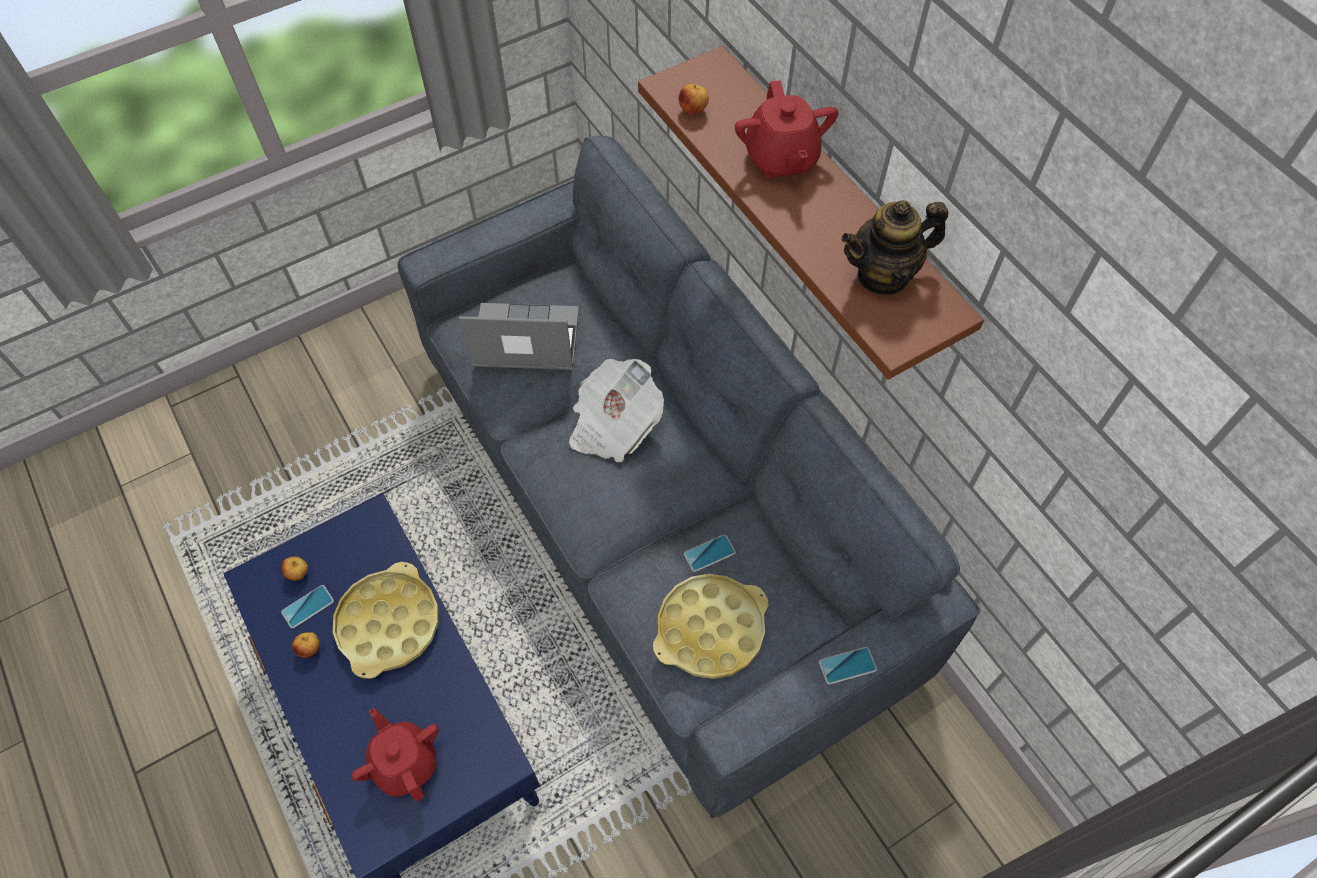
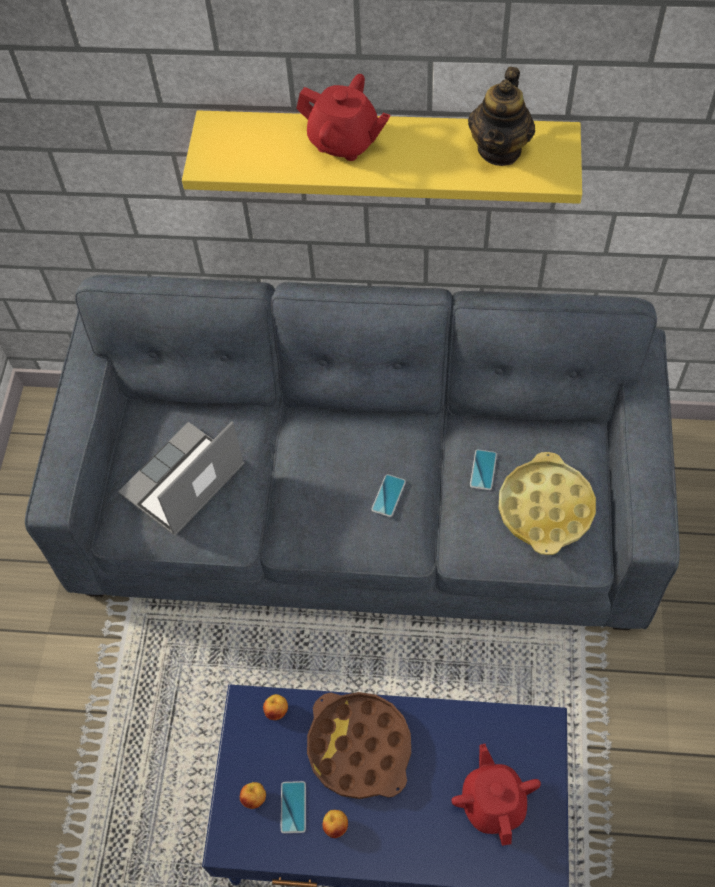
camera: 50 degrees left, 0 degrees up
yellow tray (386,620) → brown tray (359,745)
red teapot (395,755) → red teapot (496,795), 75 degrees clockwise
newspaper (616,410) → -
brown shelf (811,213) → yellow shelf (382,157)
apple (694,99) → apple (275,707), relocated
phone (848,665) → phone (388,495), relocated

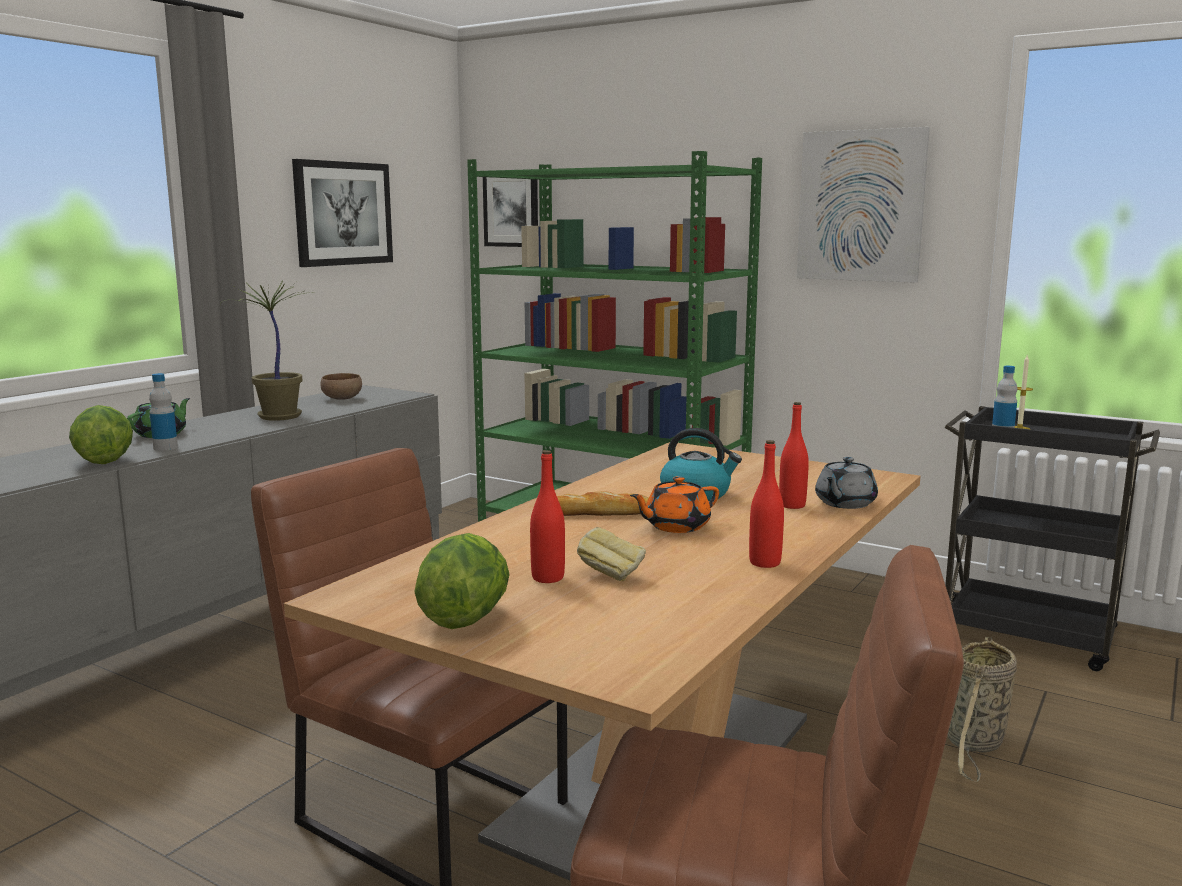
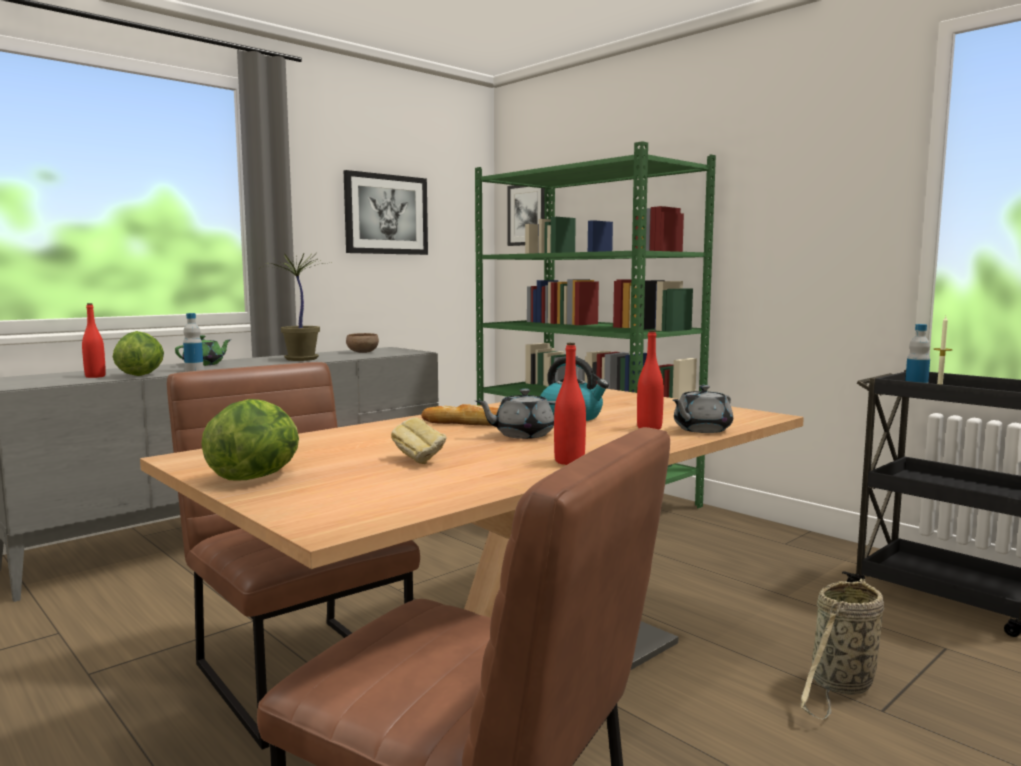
camera: 15 degrees right, 5 degrees down
red bottle (547,516) → red bottle (94,340), relocated
orange teapot (674,504) → grey teapot (515,414)
picture (863,205) → -

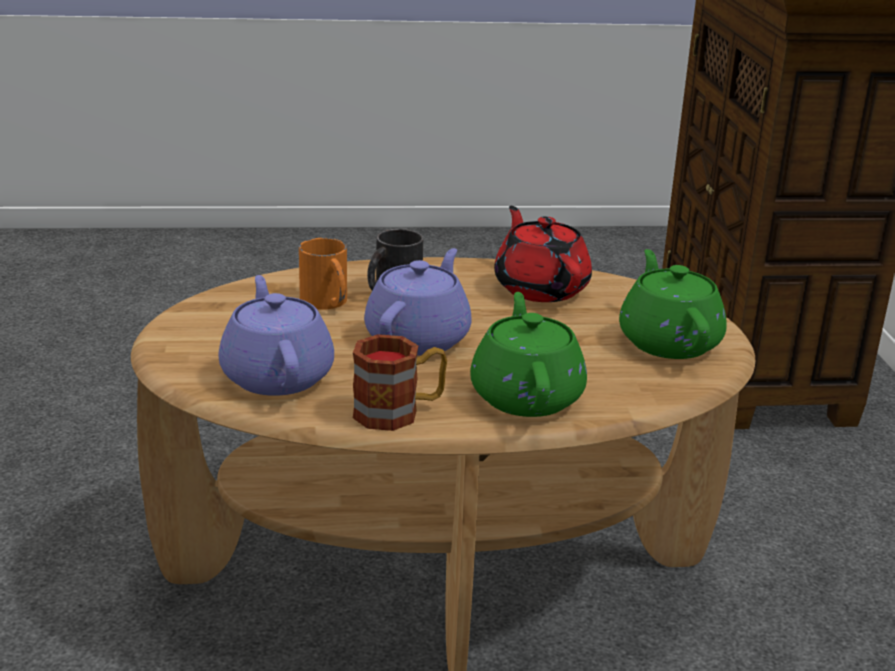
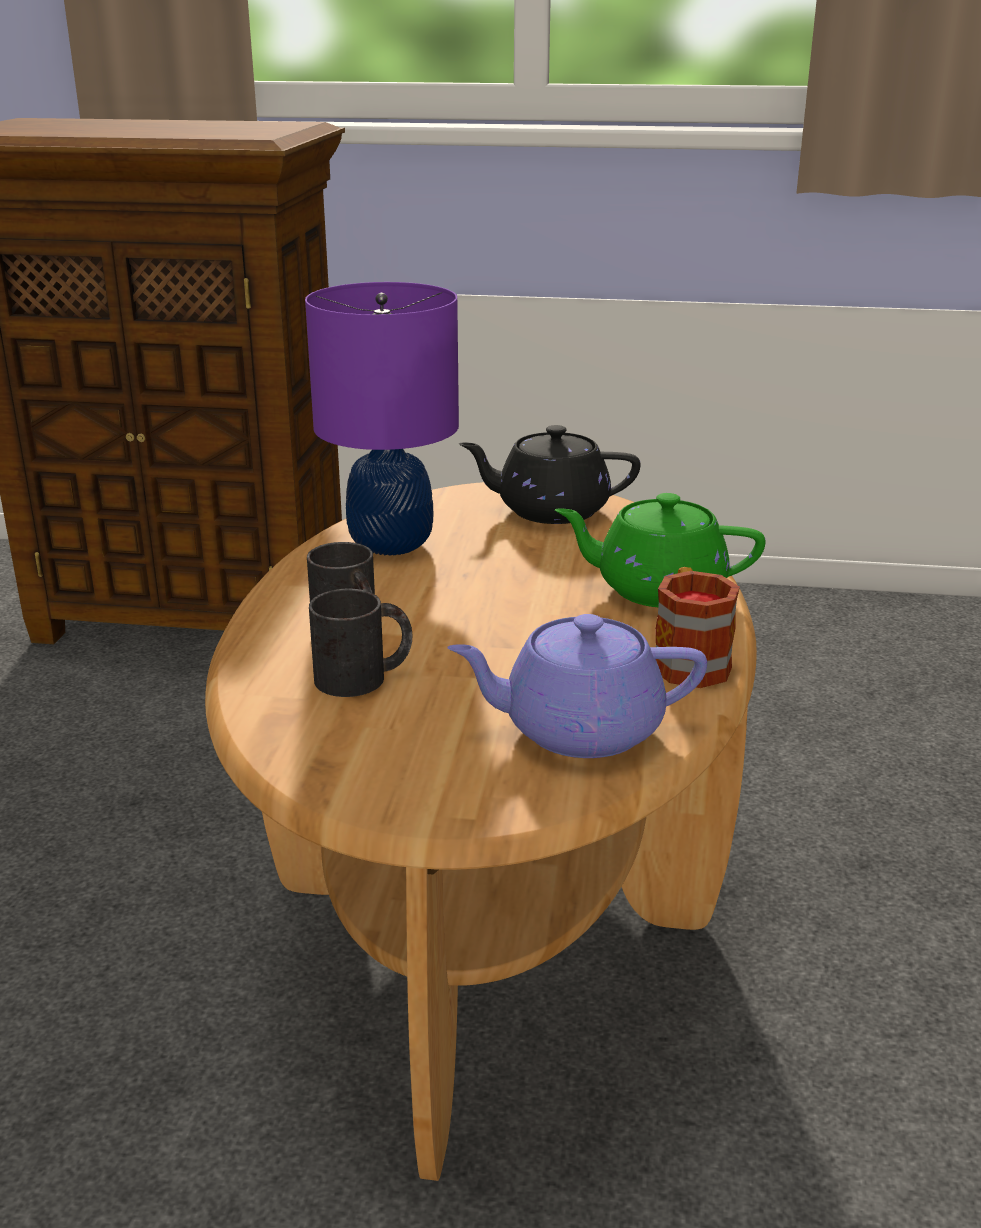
camera: 75 degrees left, 0 degrees up
orange mug (323,273) → black mug (361,643)
purple teapot (417,302) → -
red teapot (543,254) → purple table lamp (382,419)
green teapot (673,304) → black teapot (550,474)

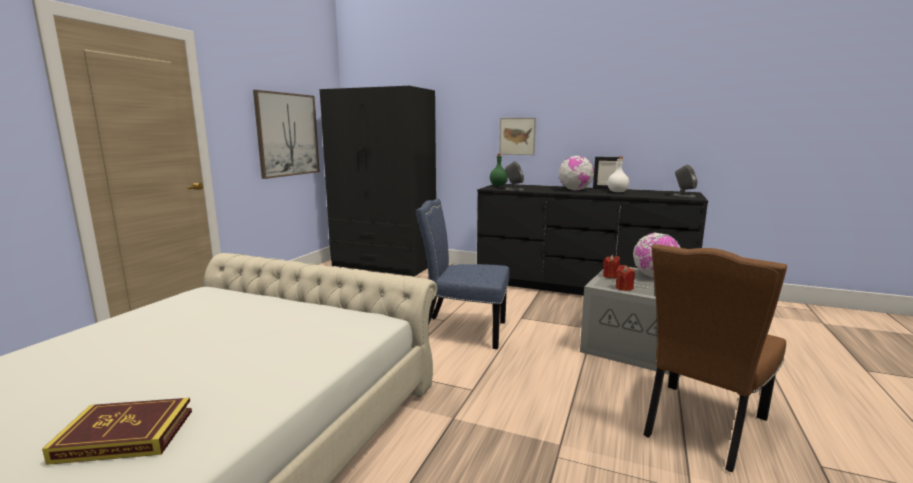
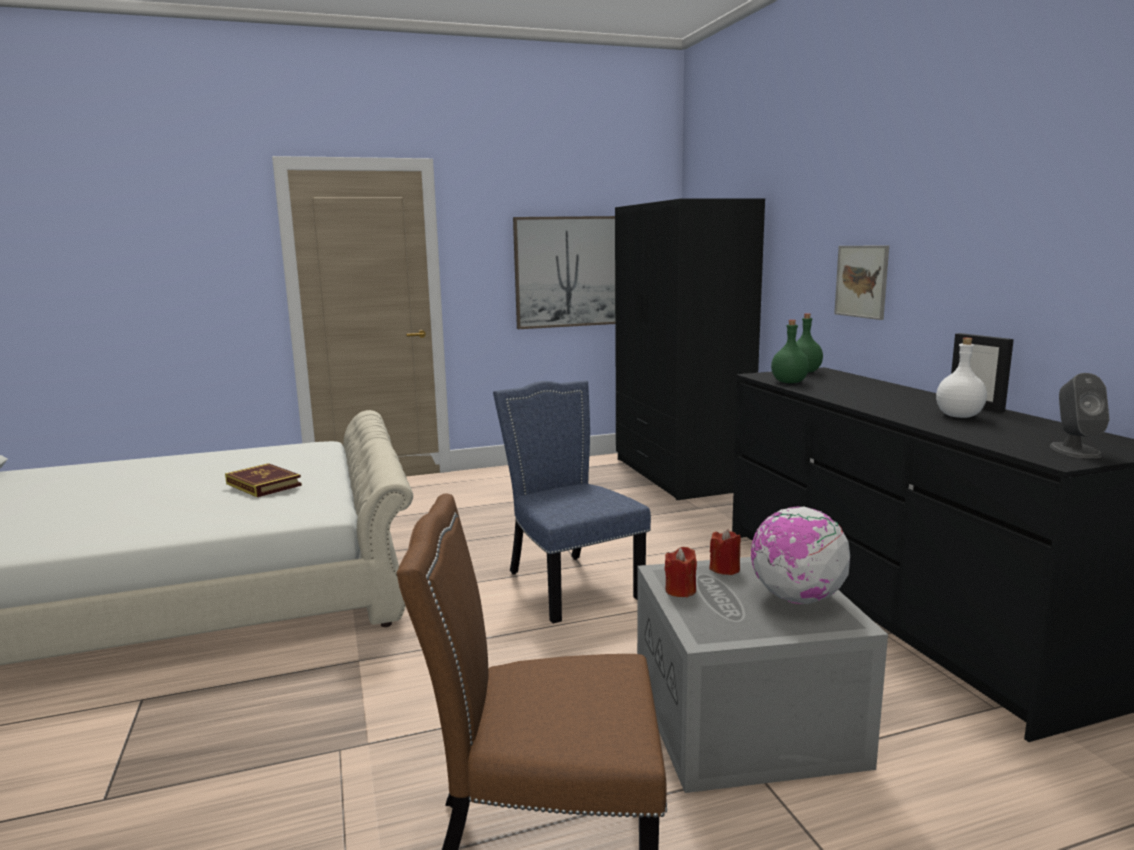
camera: 50 degrees right, 0 degrees up
book (117,431) → book (263,480), relocated
grey speaker (514,176) → green bottle (790,351)
globe (576,173) → -

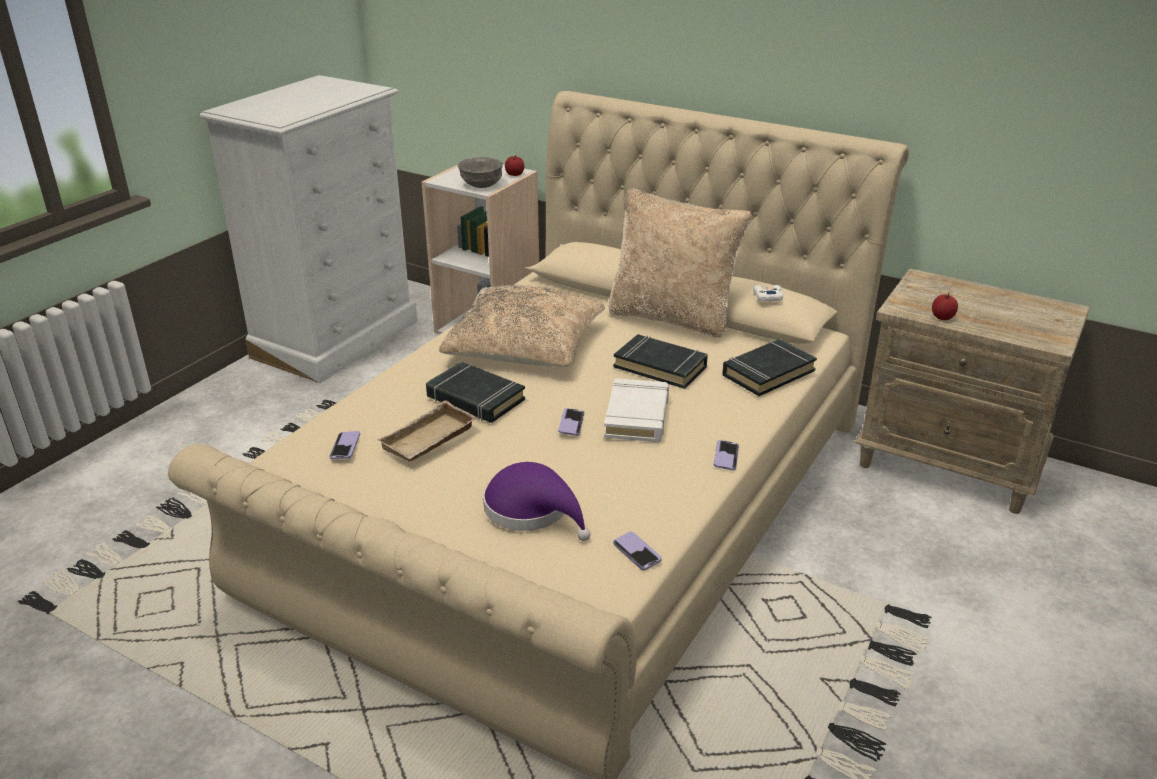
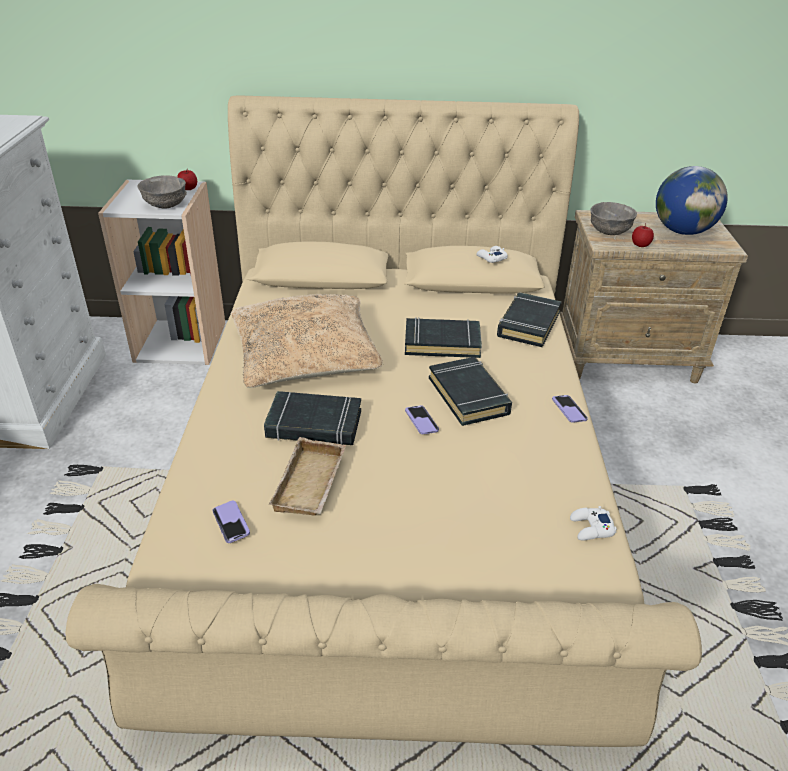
camera: 30 degrees left, 5 degrees up
purple hat (537,501) → -
white book (636,410) → black book (470,391)
beige pillow (680,263) → -
phone (637,551) → white game controller (593,523)
- → grey bowl (614,218)
- → globe (692,200)

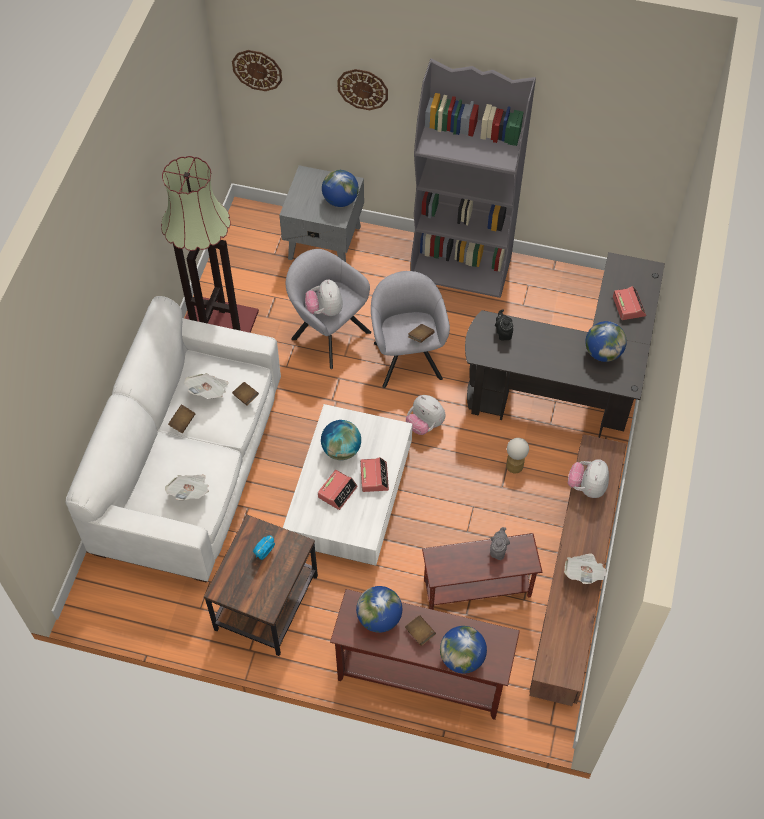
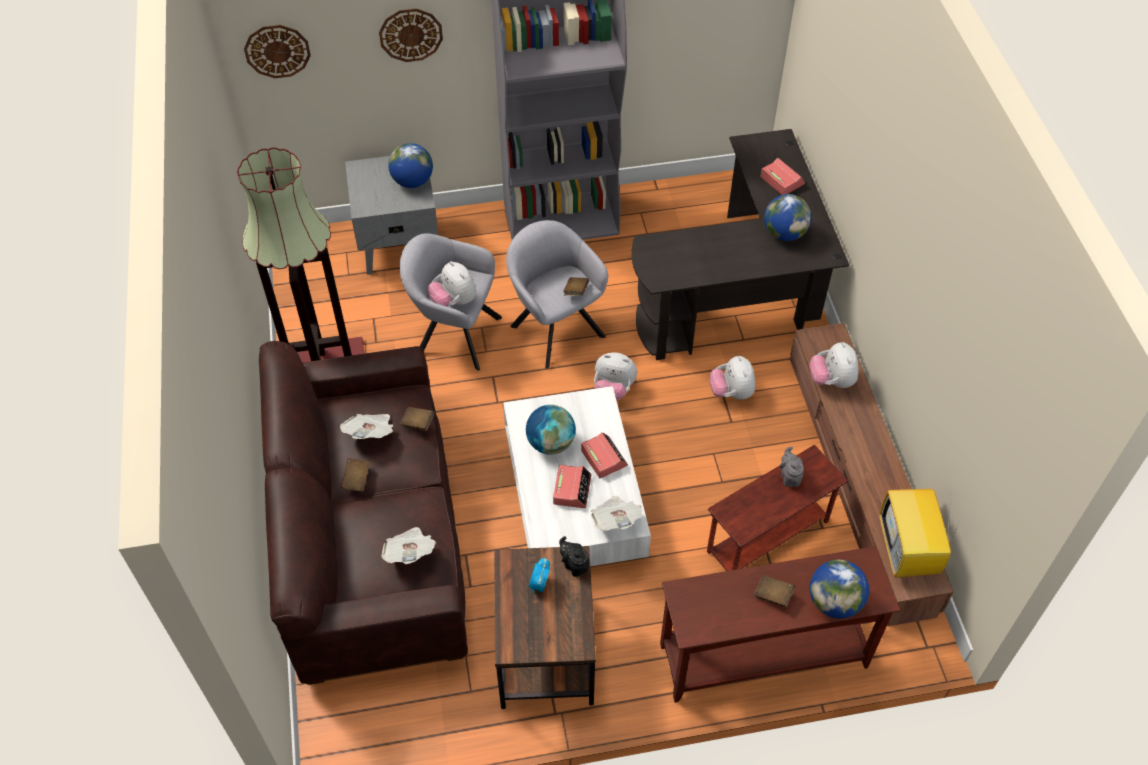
camera: 25 degrees left, 5 degrees down
white sofa (173,439) → brown sofa (363,513)
globe (379,609) → -
black teapot (504,325) → black teapot (574,556), relocated
table lamp (517,456) → plush toy (732,378)
newspaper (585,568) → newspaper (617,513), relocated
- → television (920,533)

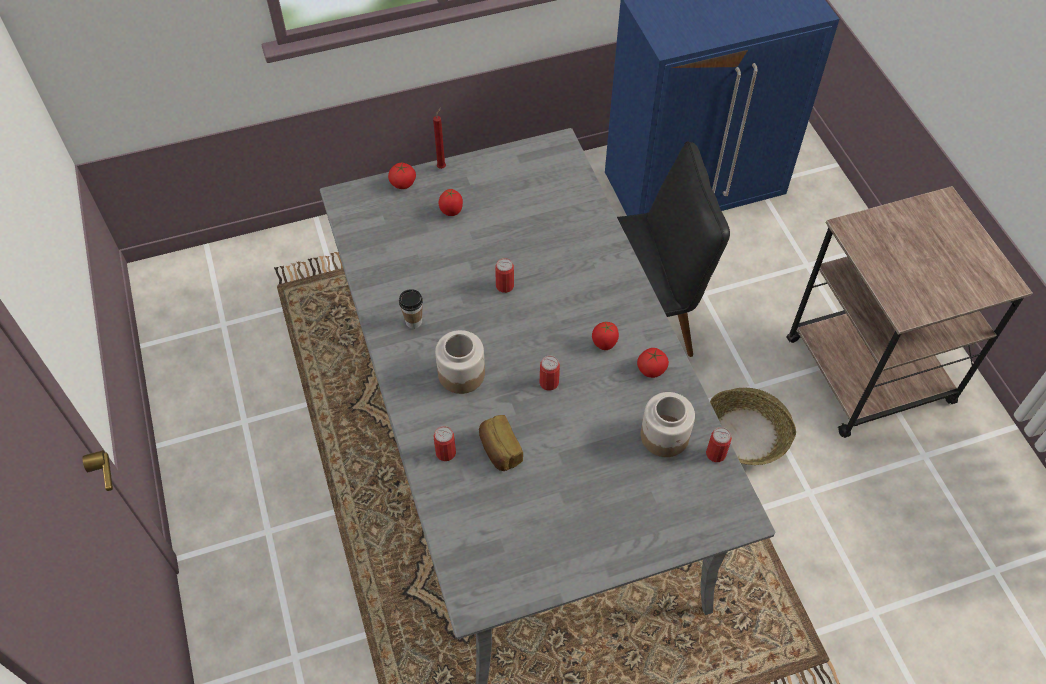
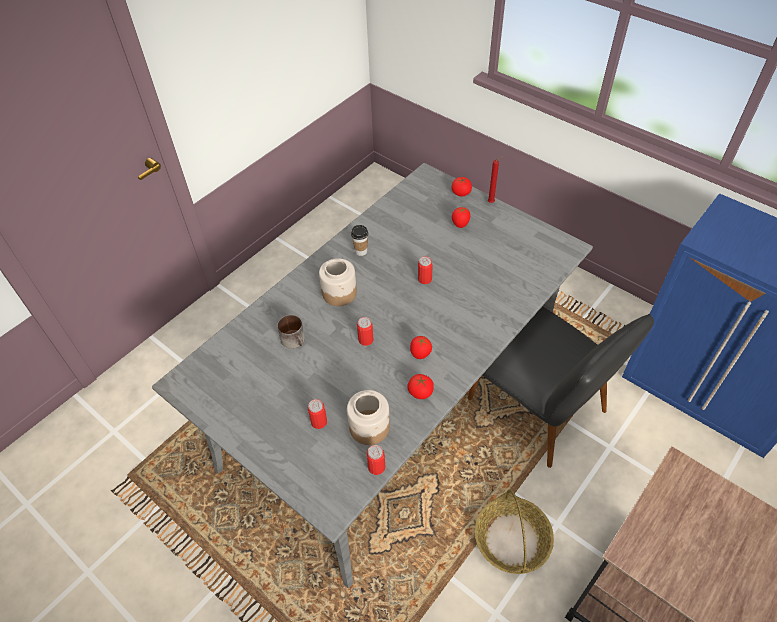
camera: 60 degrees right, 5 degrees down
can (445,443) → can (317,414), relocated
bread (501,443) → mug (291,332)

